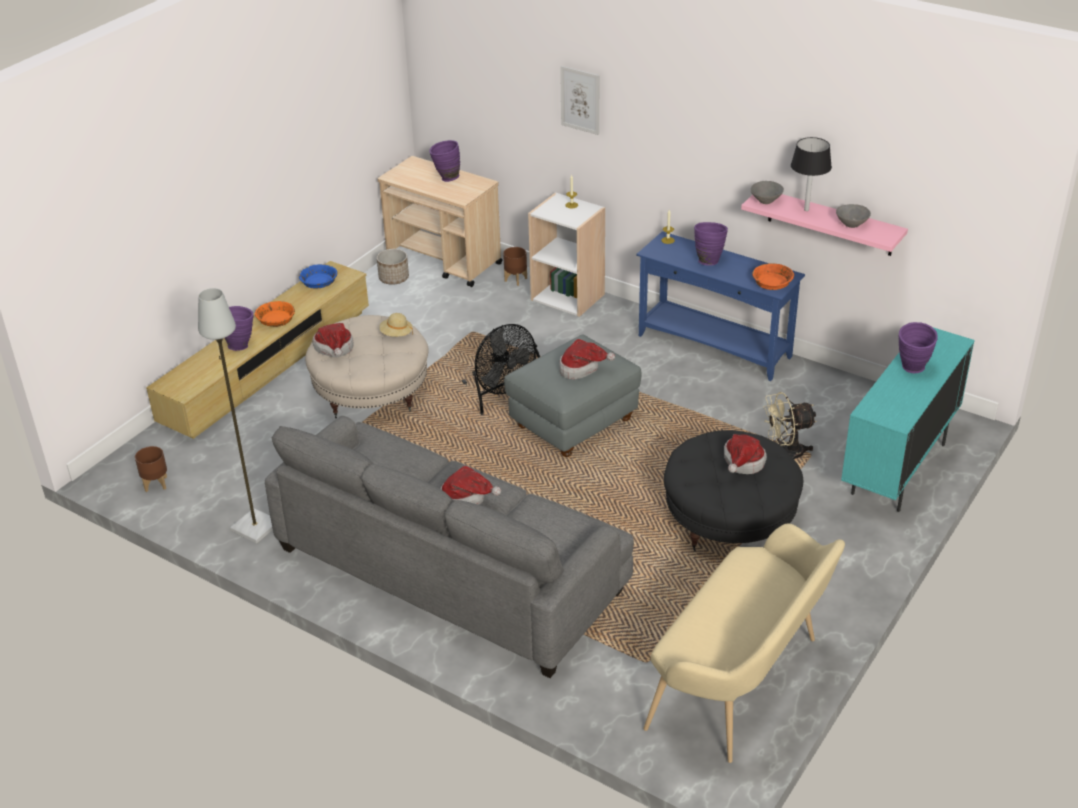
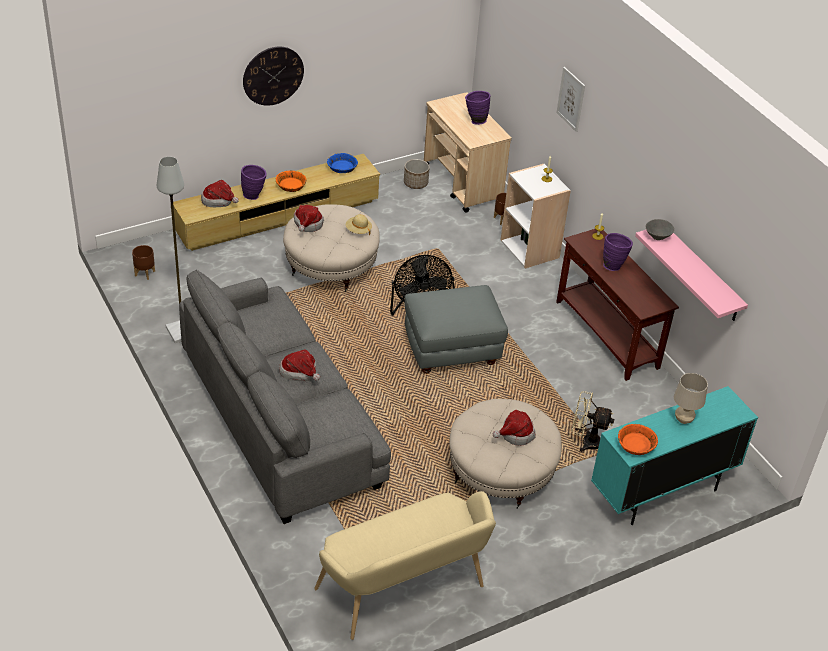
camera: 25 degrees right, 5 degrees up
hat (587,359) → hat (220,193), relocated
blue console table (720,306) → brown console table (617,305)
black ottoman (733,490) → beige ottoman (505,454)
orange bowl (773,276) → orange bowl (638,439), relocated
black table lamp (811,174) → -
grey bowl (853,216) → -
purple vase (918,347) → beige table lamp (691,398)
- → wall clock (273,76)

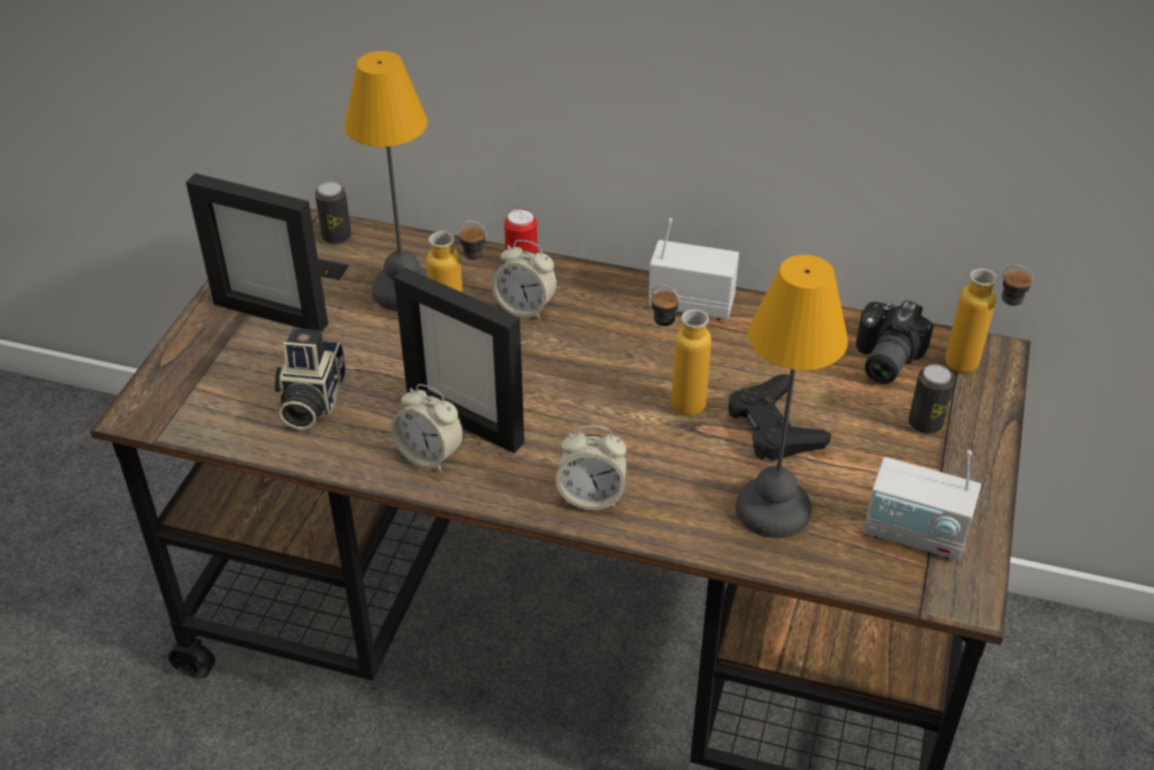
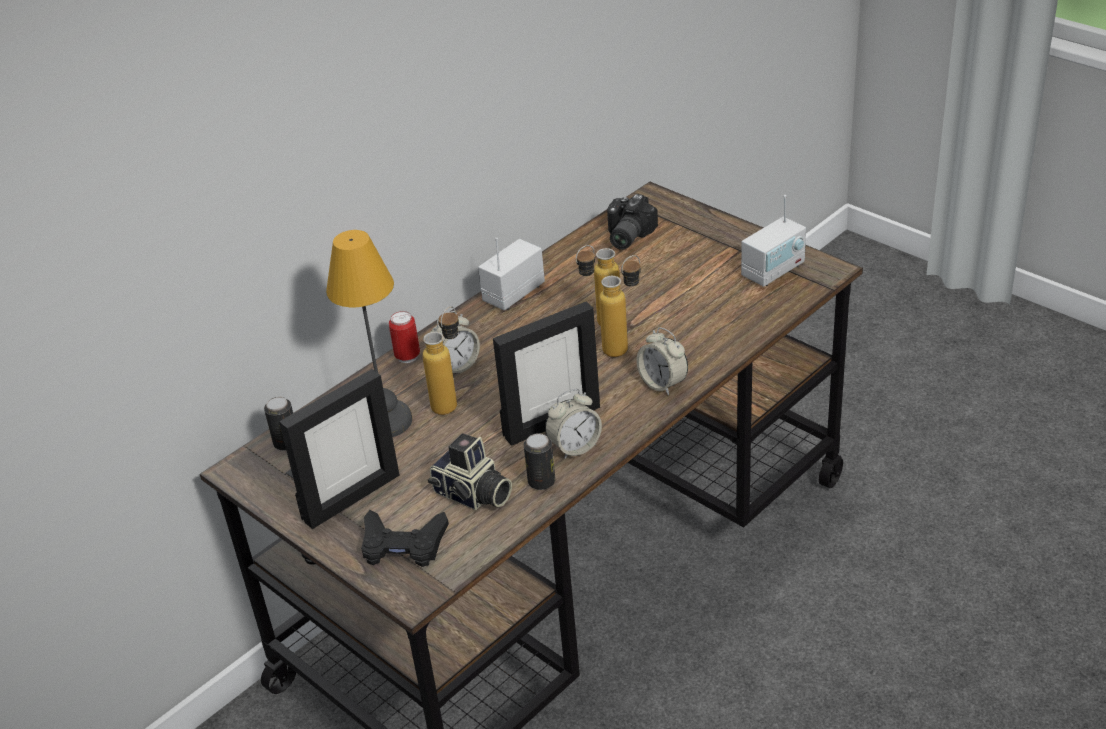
camera: 60 degrees left, 5 degrees down
alarm clock (591,467) → alarm clock (662,361), 105 degrees clockwise
black game controller (779,417) → black game controller (405,538), relocated
table lamp (791,396) → -
photo camera (895,342) → photo camera (632,222), 60 degrees clockwise
can (931,399) → can (539,461), relocated
bottle (989,319) → bottle (620,306), relocated

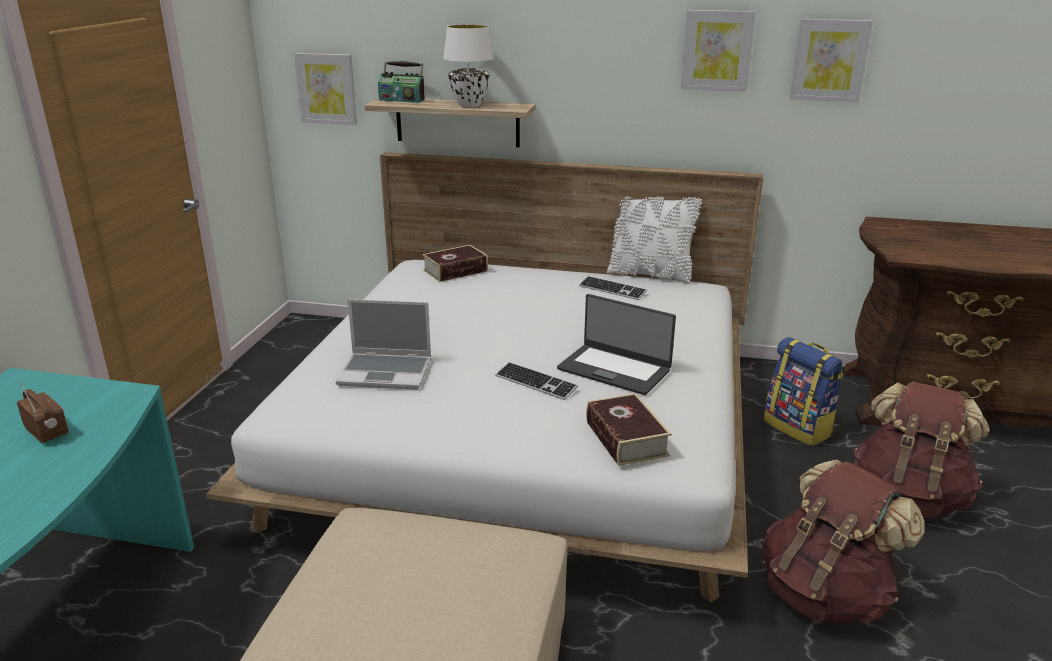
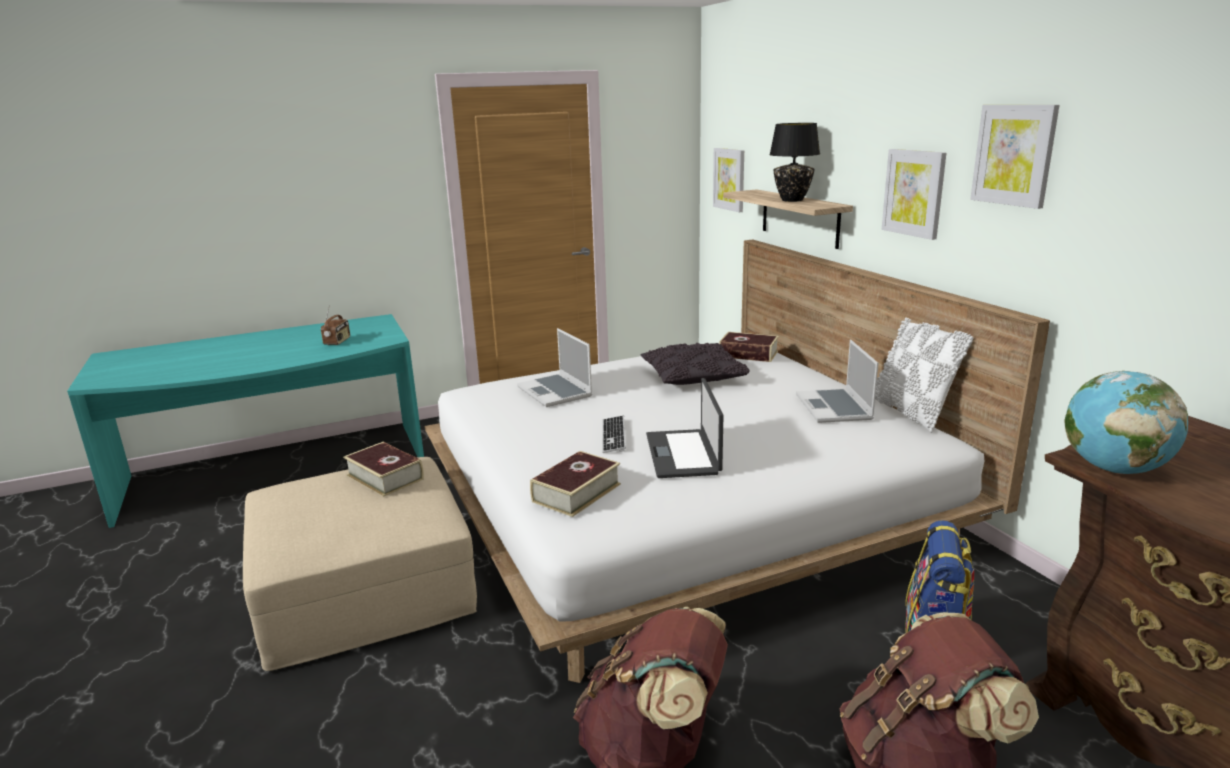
camera: 55 degrees right, 5 degrees down
radio (401,82) → -
white table lamp (468,65) → black table lamp (794,162)
keyboard (613,288) → laptop (837,381)
picture (831,60) → picture (914,194), relocated
- → book (383,469)
- → black pillow (695,364)
- → globe (1126,422)

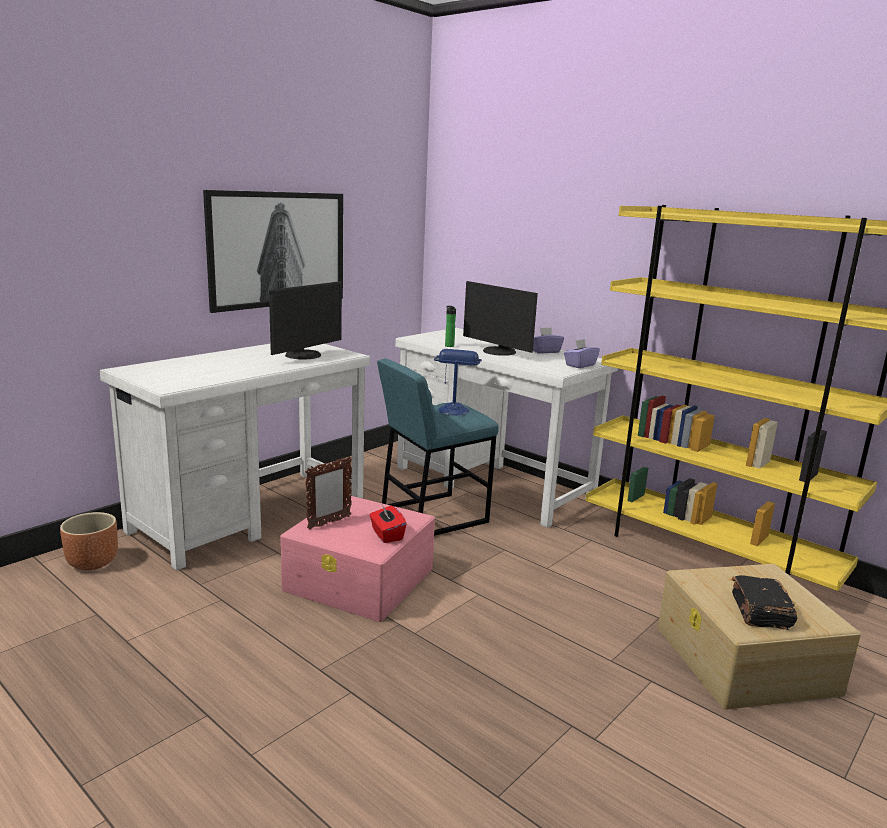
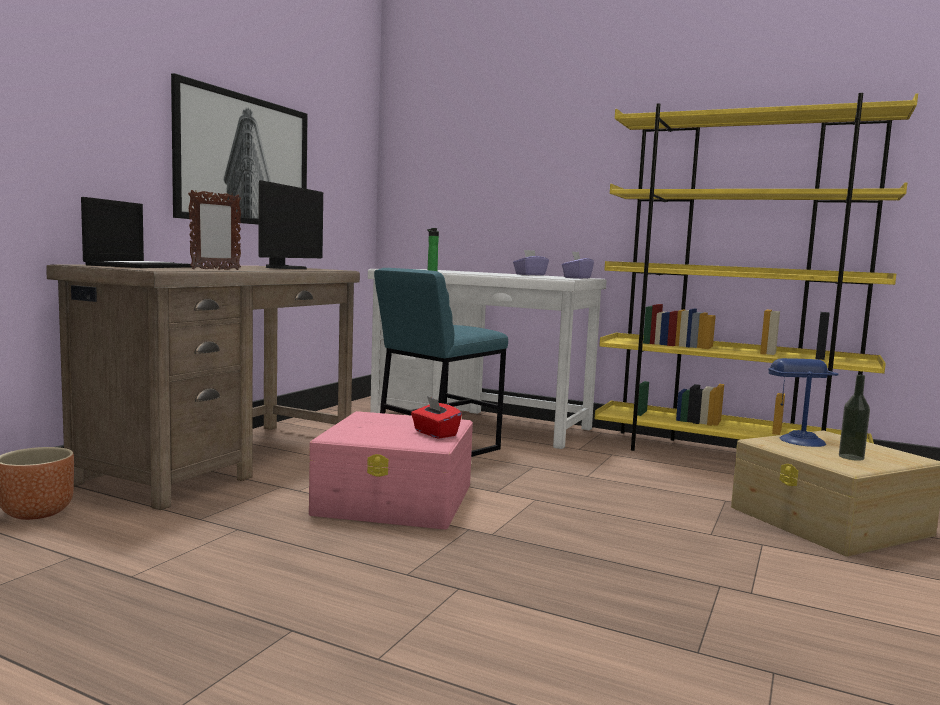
camera: 15 degrees left, 10 degrees down
white desk (235,457) → brown desk (203,387)
picture frame (328,493) → picture frame (214,230), relocated
blue table lamp (458,382) → blue table lamp (803,402), relocated
monitor (500,318) → -
black book (764,602) → bottle (854,417)
- → laptop (136,232)

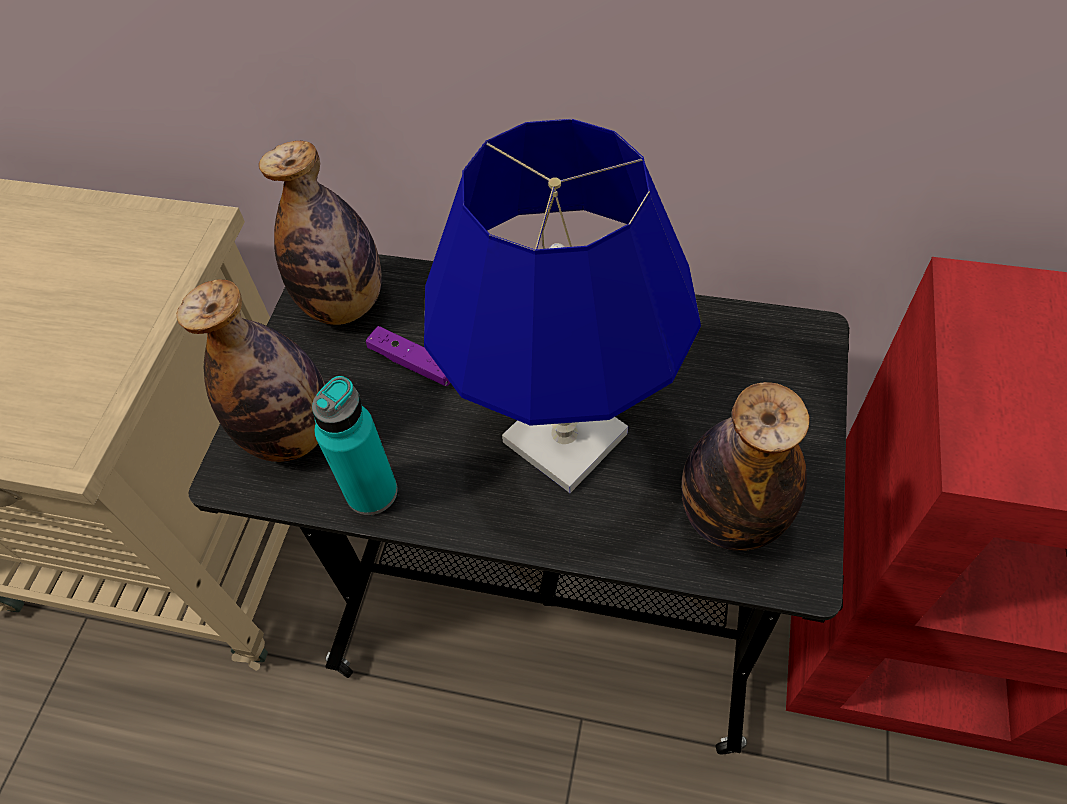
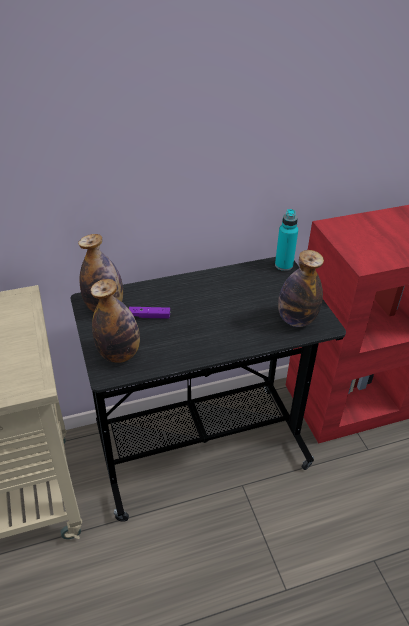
camera: 35 degrees left, 15 degrees down
turquoise bottle (355,445) → turquoise bottle (286,240), relocated
blue table lamp (562,306) → -

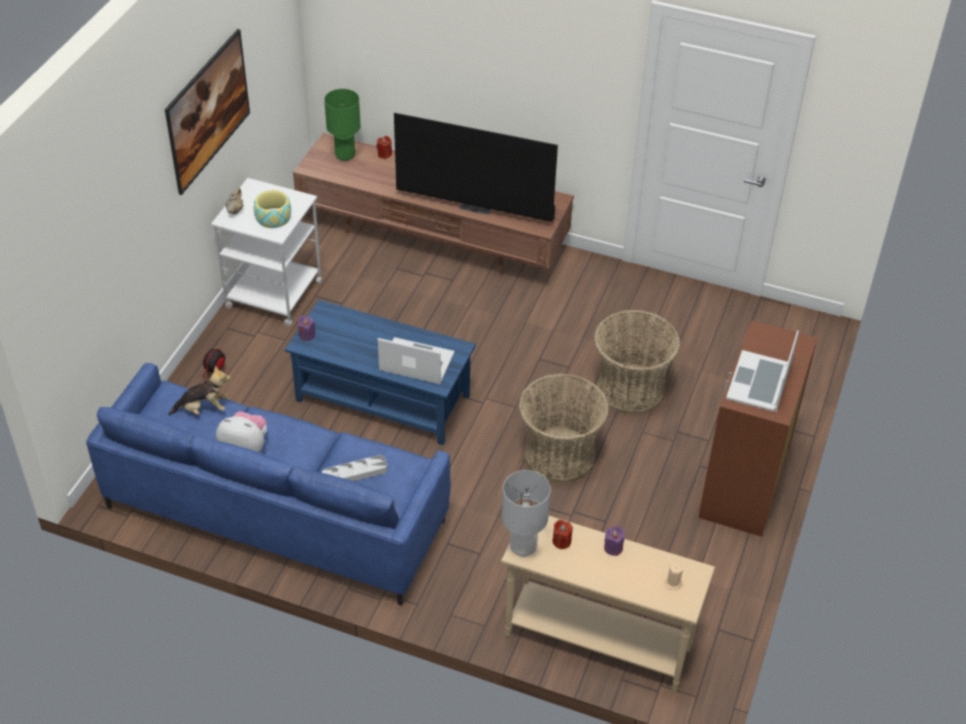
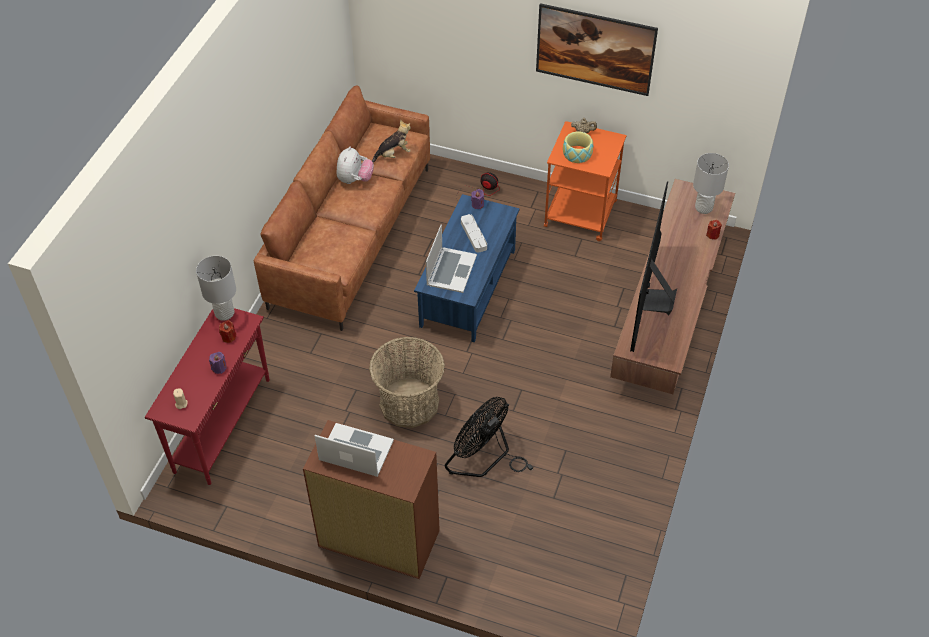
camera: 90 degrees right, 5 degrees up
blue sofa (268,484) → brown sofa (342,208)
plush toy (199,390) → plush toy (391,141), 105 degrees counterclockwise
white cart (267,252) → orange cart (585,181)
grey tray (355,468) → grey tray (474,233), relocated
green table lamp (342,125) → grey table lamp (711,183)
beige console table (608,604) → red console table (207,396)
basket (637,362) → black fan (489,437)

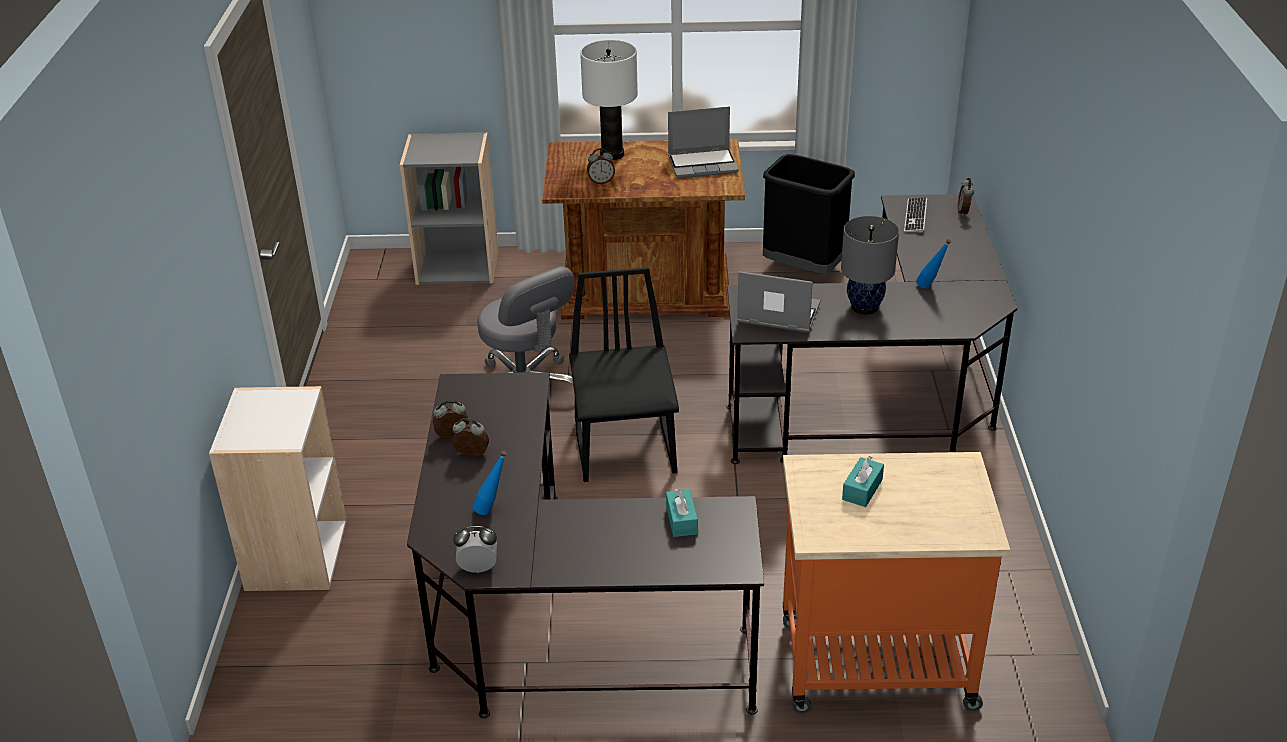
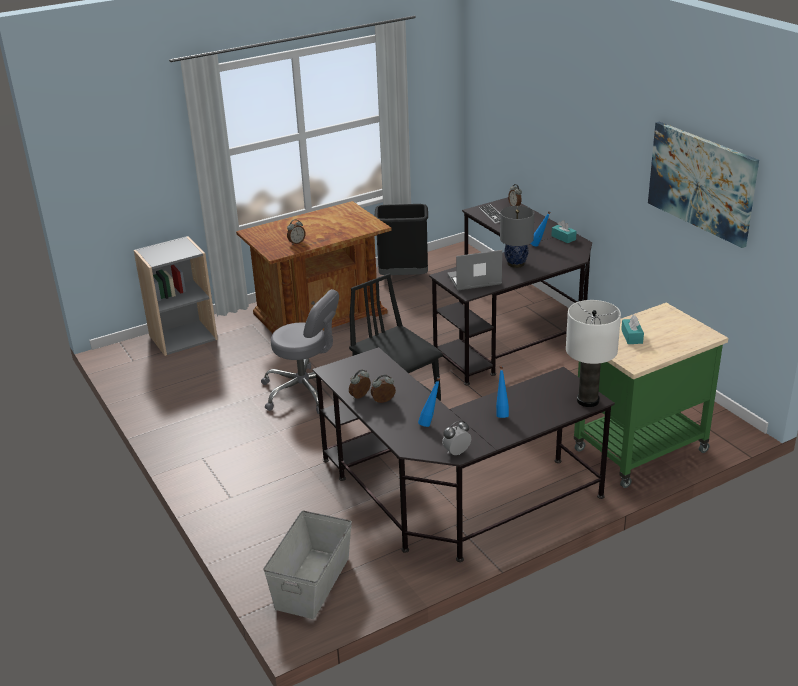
camera: 30 degrees left, 5 degrees down
white bookcase (278,488) → -
white table lamp (609,100) → white table lamp (593,353), relocated
turquoise tissue box (682,513) → turquoise tissue box (564,231), relocated
laptop (703,142) → -
orange cart (896,582) → green cart (651,395)
- → grey storage box (307,565)
- → blue bottle (502,392)
- → picture (703,185)

